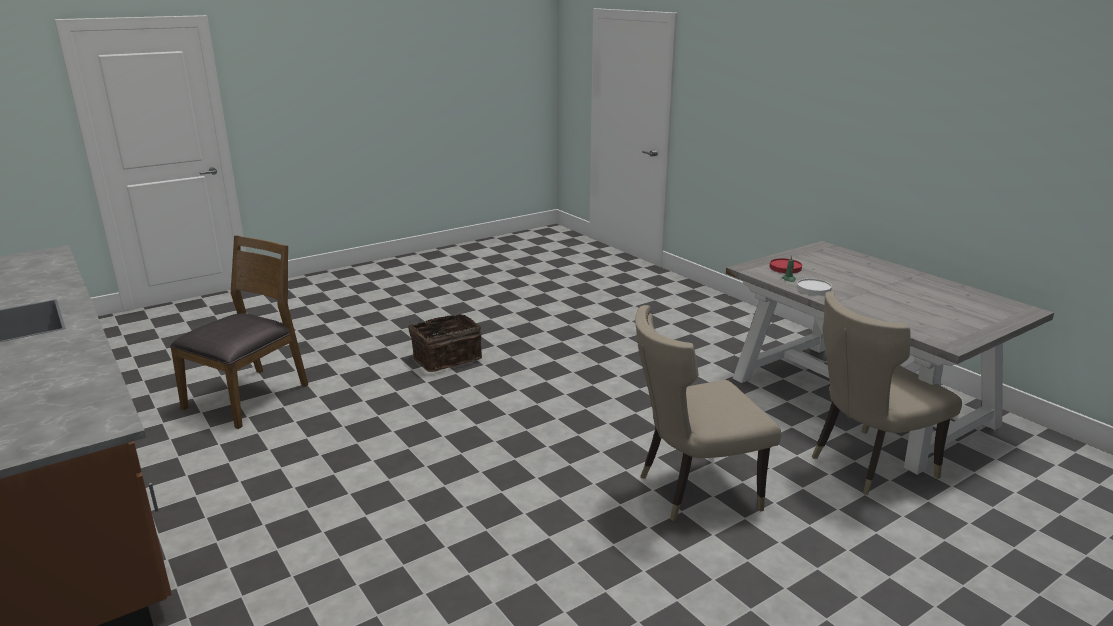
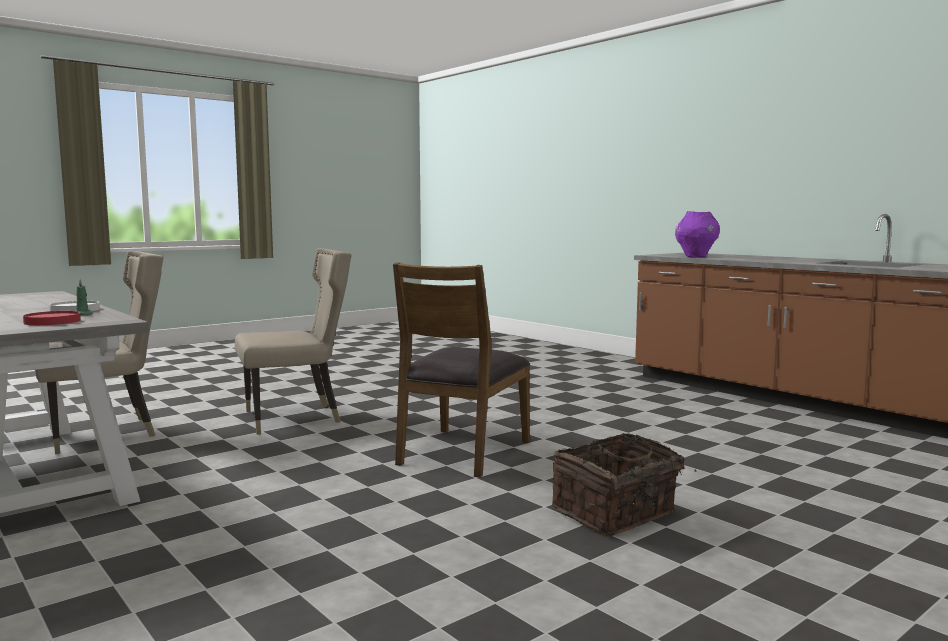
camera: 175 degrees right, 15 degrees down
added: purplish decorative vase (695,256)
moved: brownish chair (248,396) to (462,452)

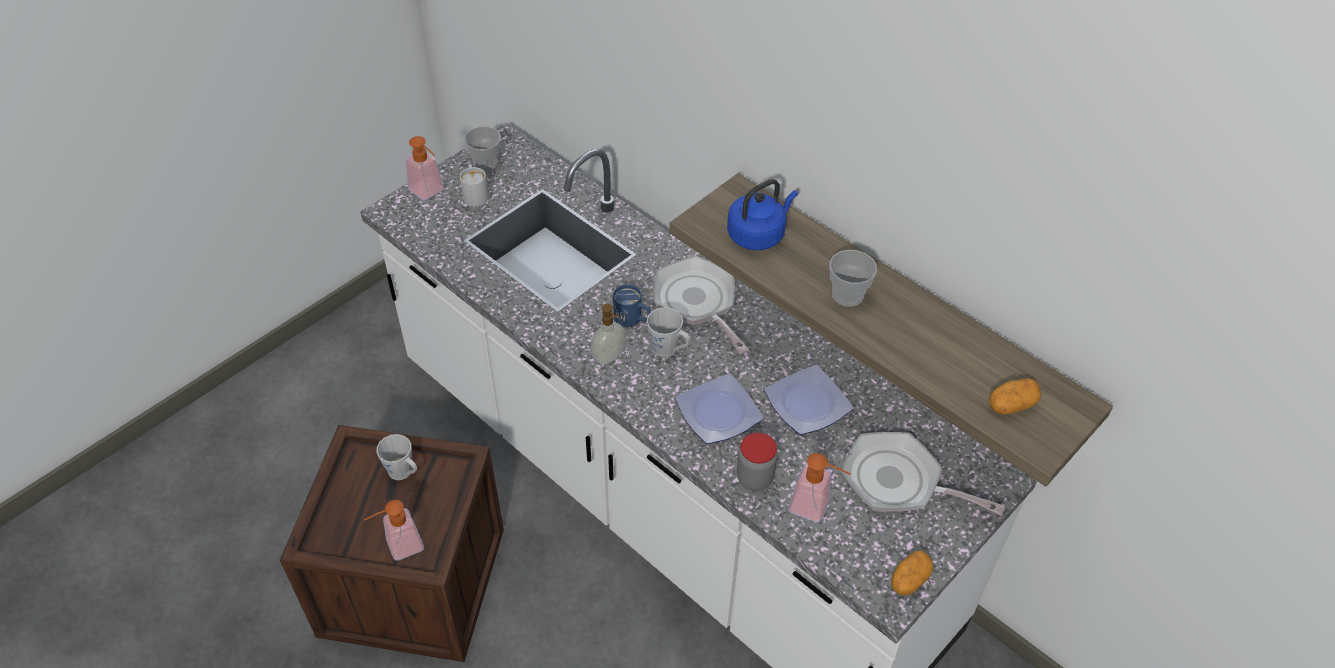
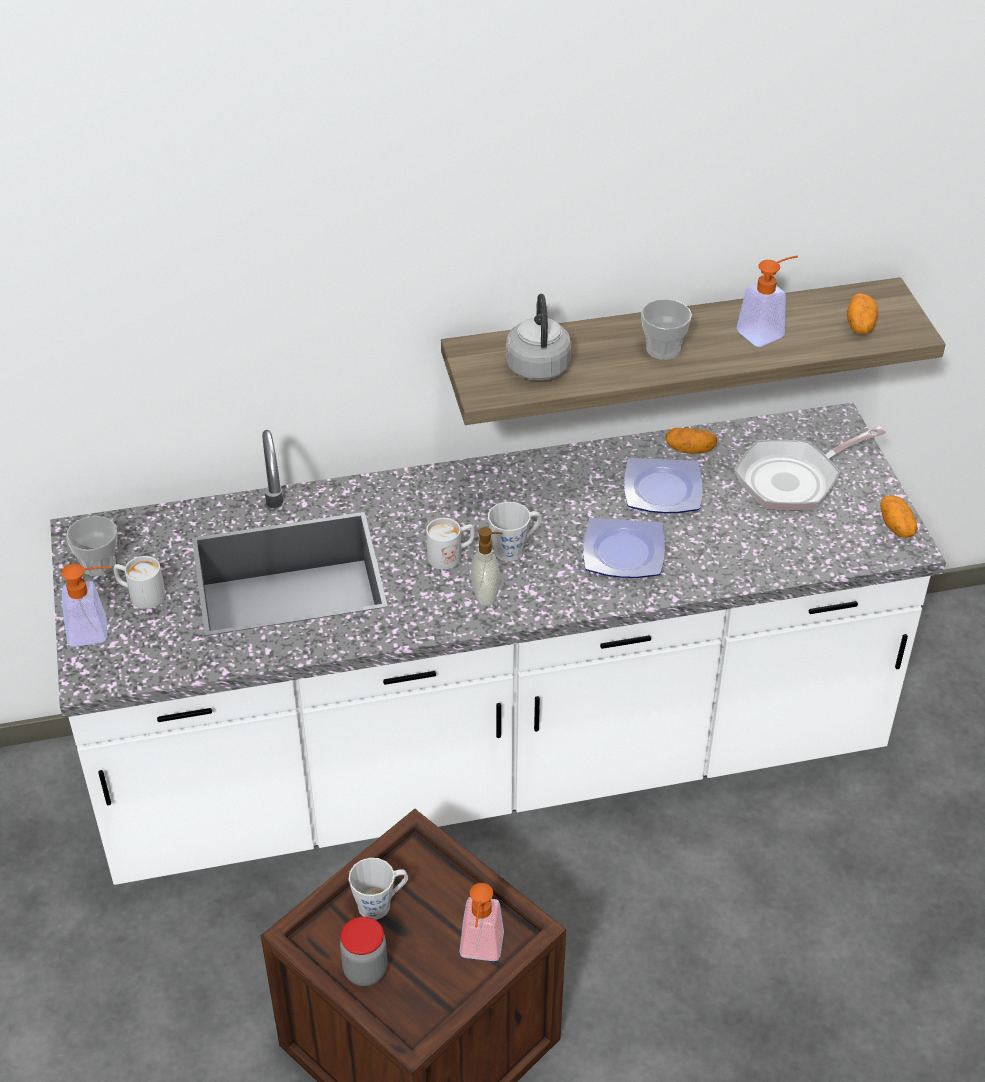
camera: 55 degrees left, 5 degrees down
removed: skillet (698,303)
added: spud (690,449)
moved: storage jar (754,478) to (365,970); soap dispenser (816,508) to (766,331)
recoloured: blue coffee mug (633,319) to whitish coffee mug (451,555); blue tea kettle (758,234) to greyish tea kettle (537,364)

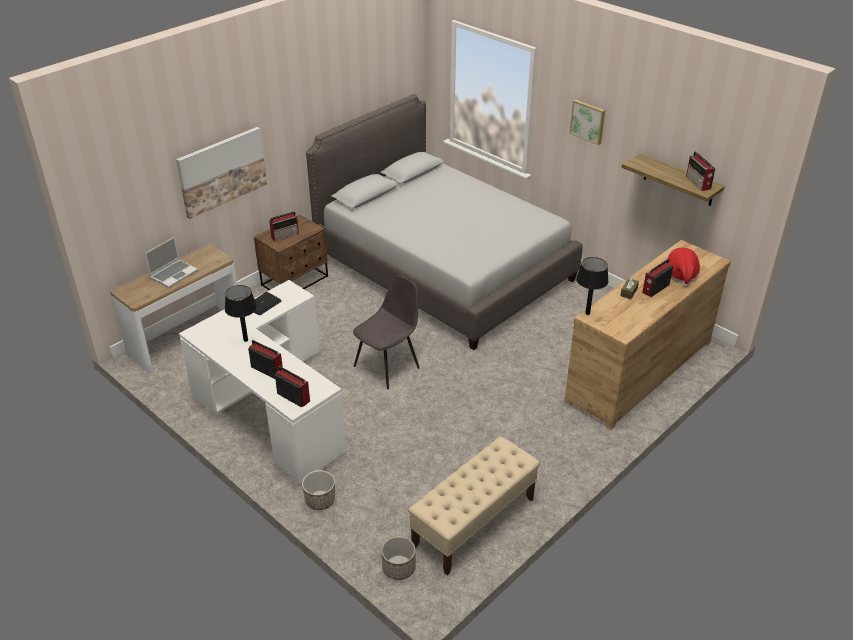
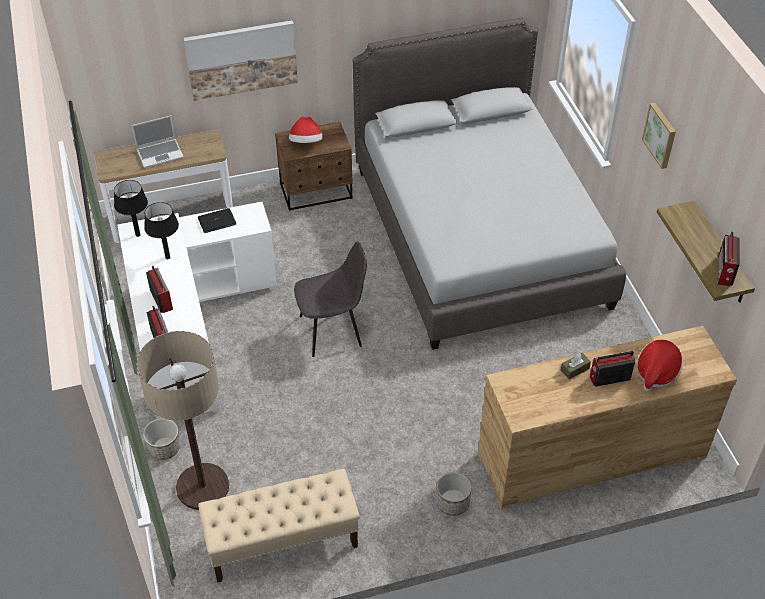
camera: 30 degrees right, 10 degrees up
added: standing lamp (202,487)
moved: plant pot (398,567) to (452,502); blackish tabletop lamp (587,313) to (138,234)
replaced: radio receiver (285,235) to clothing hat (306,143)

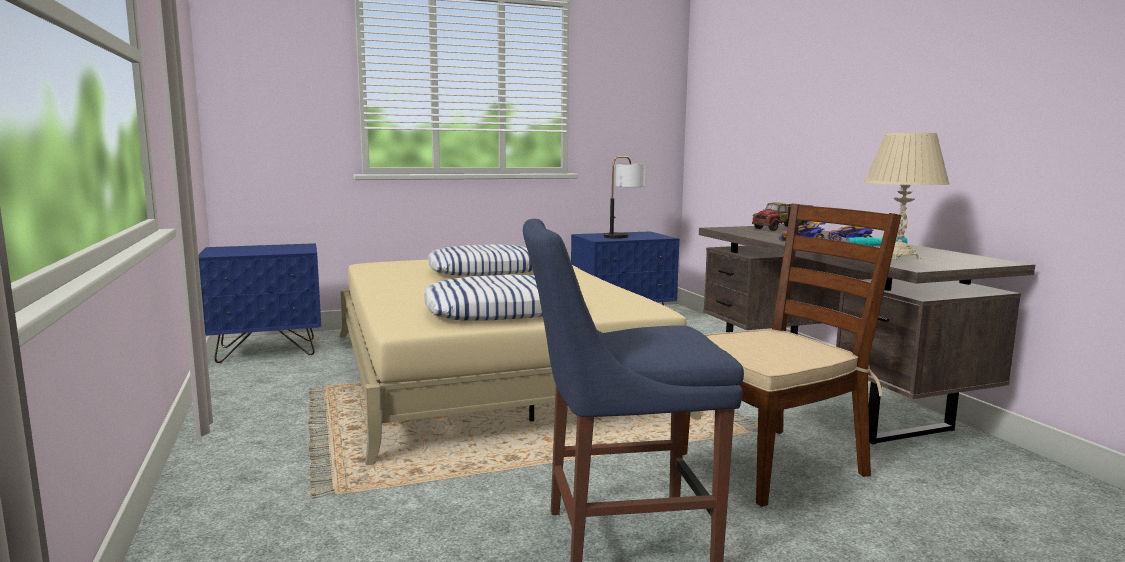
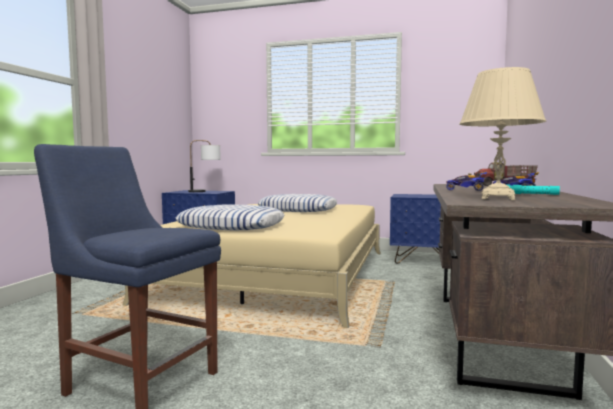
camera: 35 degrees right, 5 degrees down
removed: brownish chair (772,463)
moved: tabletop lamp (623,235) to (205,191)

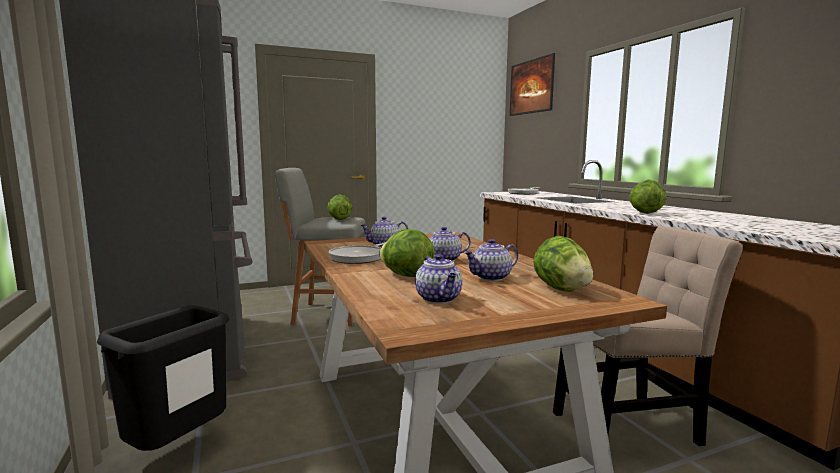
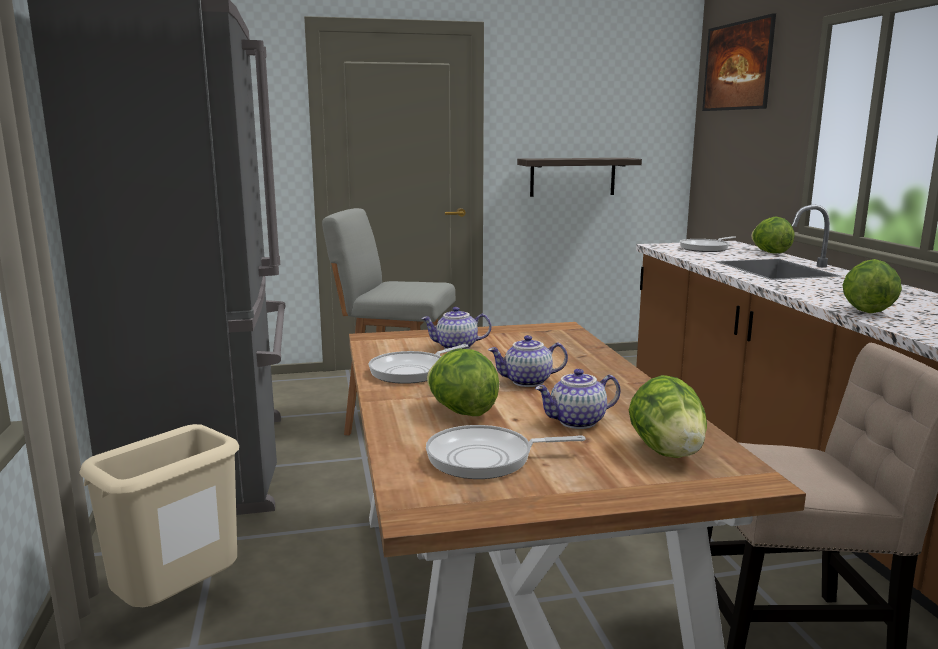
camera: 10 degrees right, 5 degrees up
added: bracket shelf (572,177)
moved: lettuce head (339,219) to (770,252)
replaced: tea pot (439,299) to skillet (486,458)
recoloured: blackish trash can (178,449) to beige trash can (179,605)

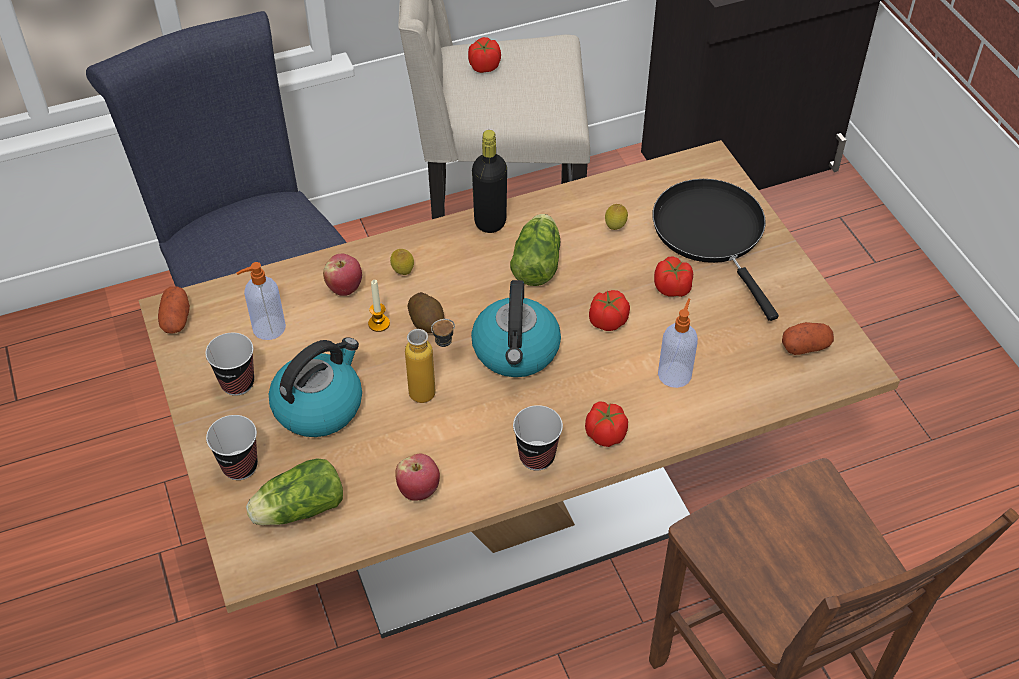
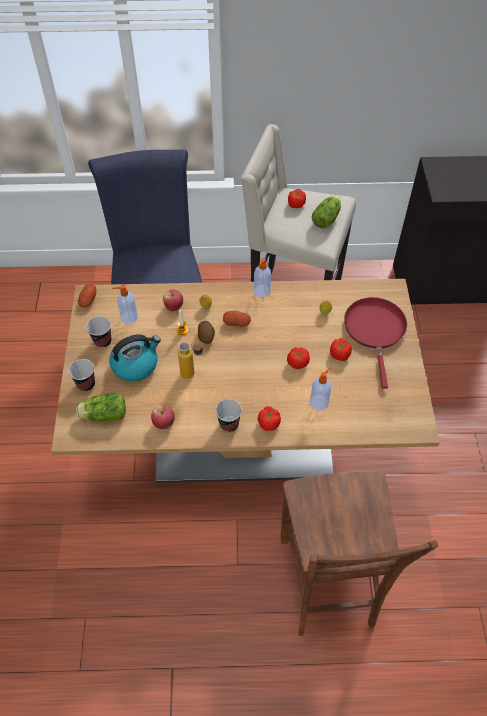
camera: 20 degrees right, 5 degrees up
removed: tea kettle (516,351)
moved: lettuce head (537,261) to (327,218); spud (805,346) to (237,323)
replaced: blackish beverage bottle (490,222) to soap dispenser (261,291)
recoloured: blackish skillet (712,234) to reddish skillet (375,330)

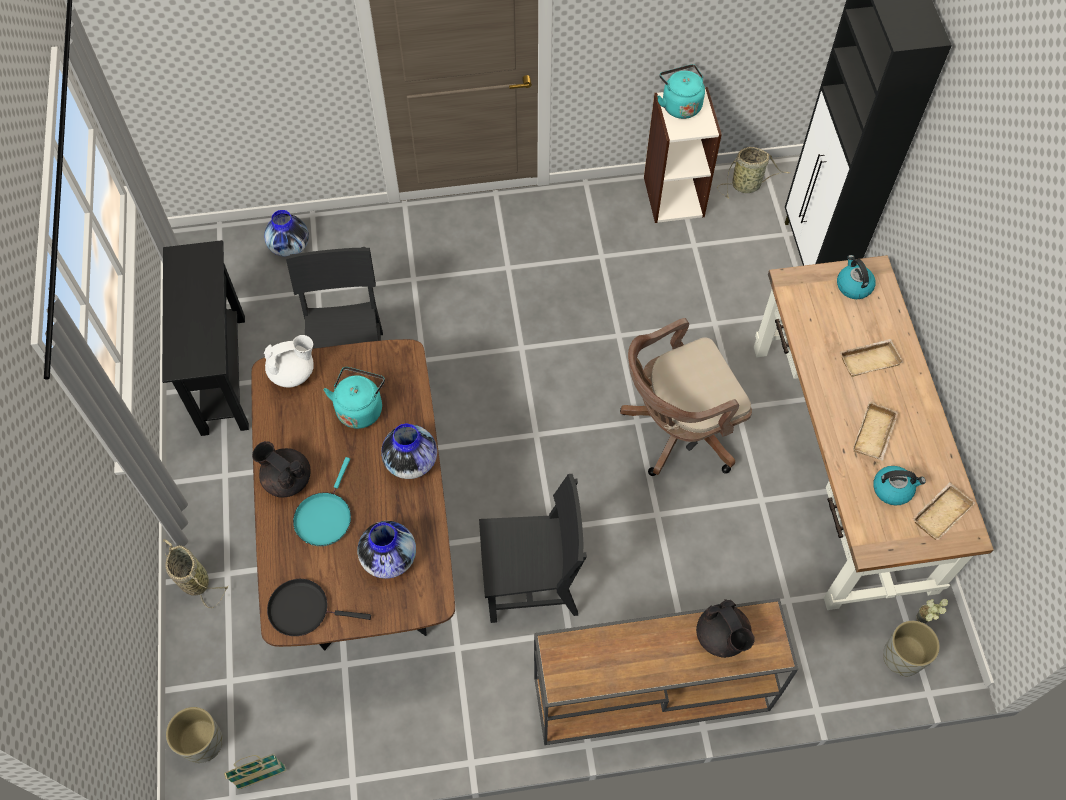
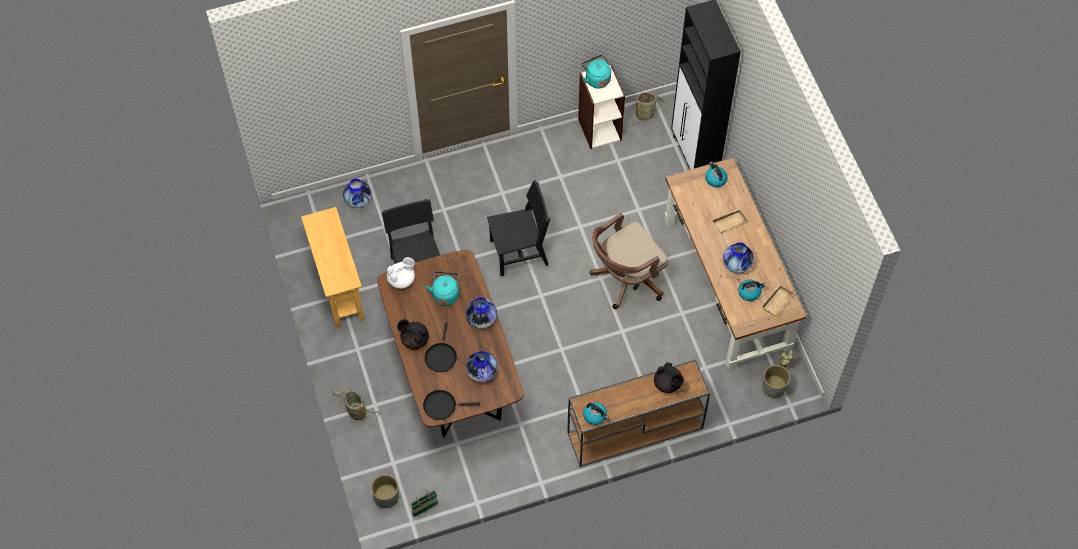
camera: 10 degrees left, 0 degrees up
added: tea kettle (595,416)
moved: blackish chair (531,583) to (519,253)
replaced: beige serving tray (875,435) to decorative vase (737,264)
recoloured: blackish console table (223,374) to beige console table (339,288); turquoise-coloured skillet (324,517) to blackish skillet (441,356)

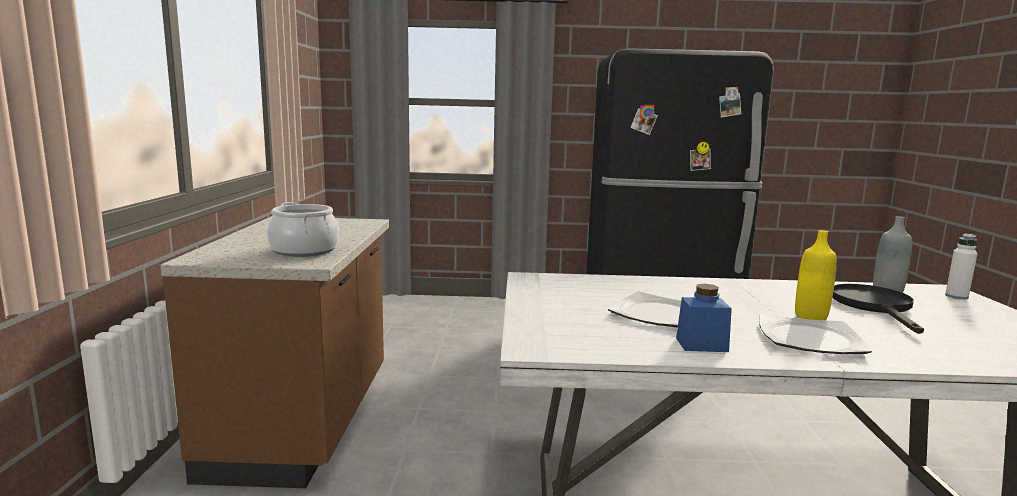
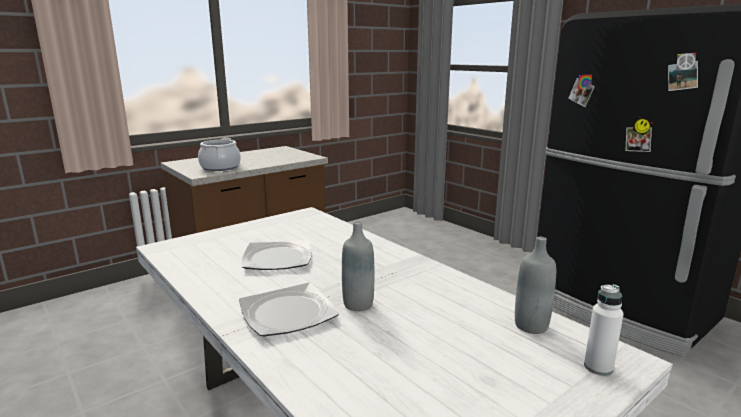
camera: 50 degrees right, 5 degrees up
removed: blue storage jar (701,345); blackish skillet (875,307)
recoloured: yellow beverage bottle (811,316) to greyish beverage bottle (358,304)

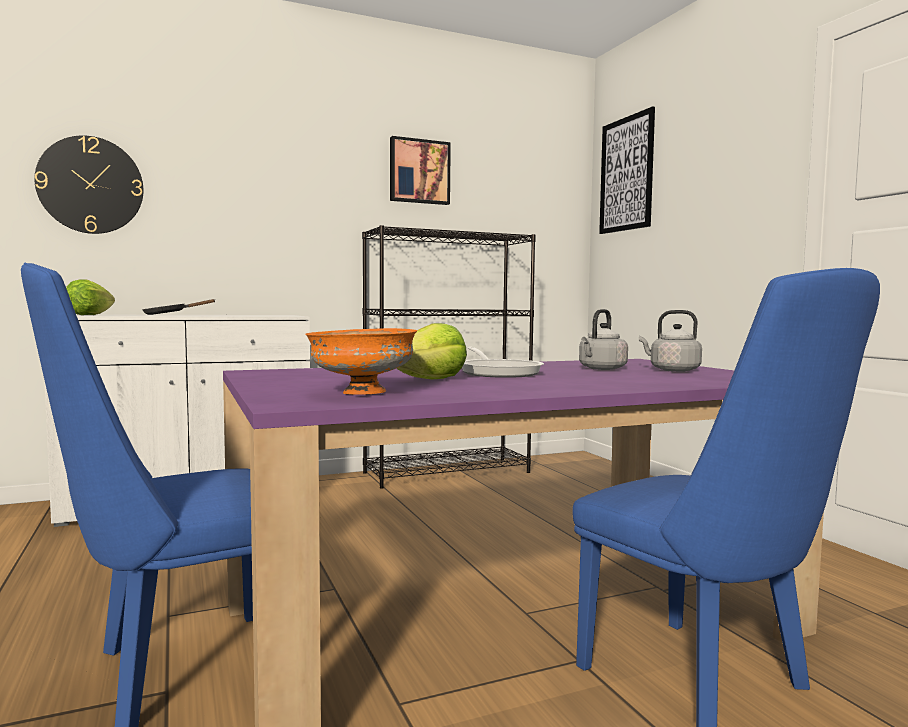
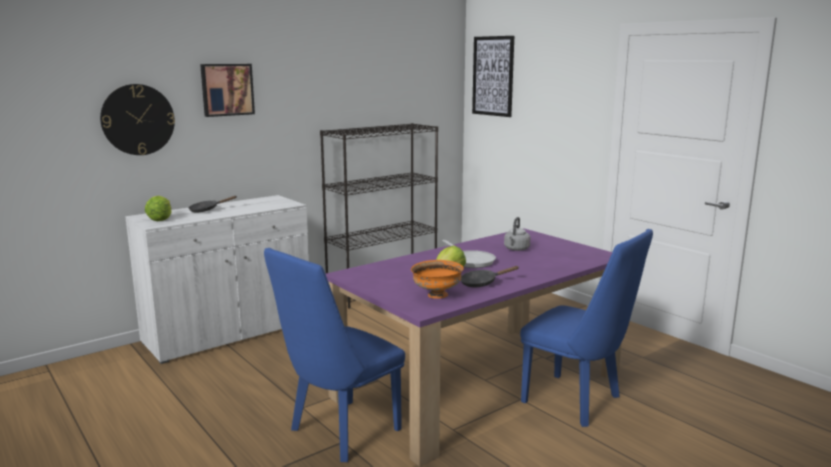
camera: 15 degrees left, 10 degrees up
removed: greyish tea kettle (672,370)
added: blackish skillet (482,283)
moved: picture (419,172) to (227,89)

